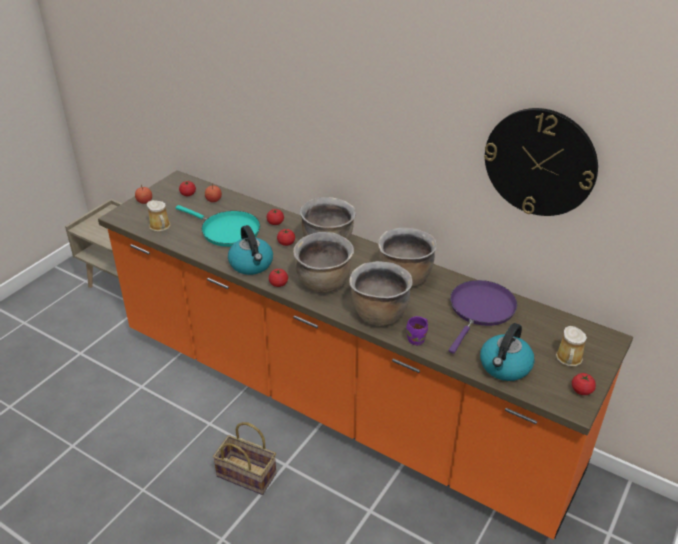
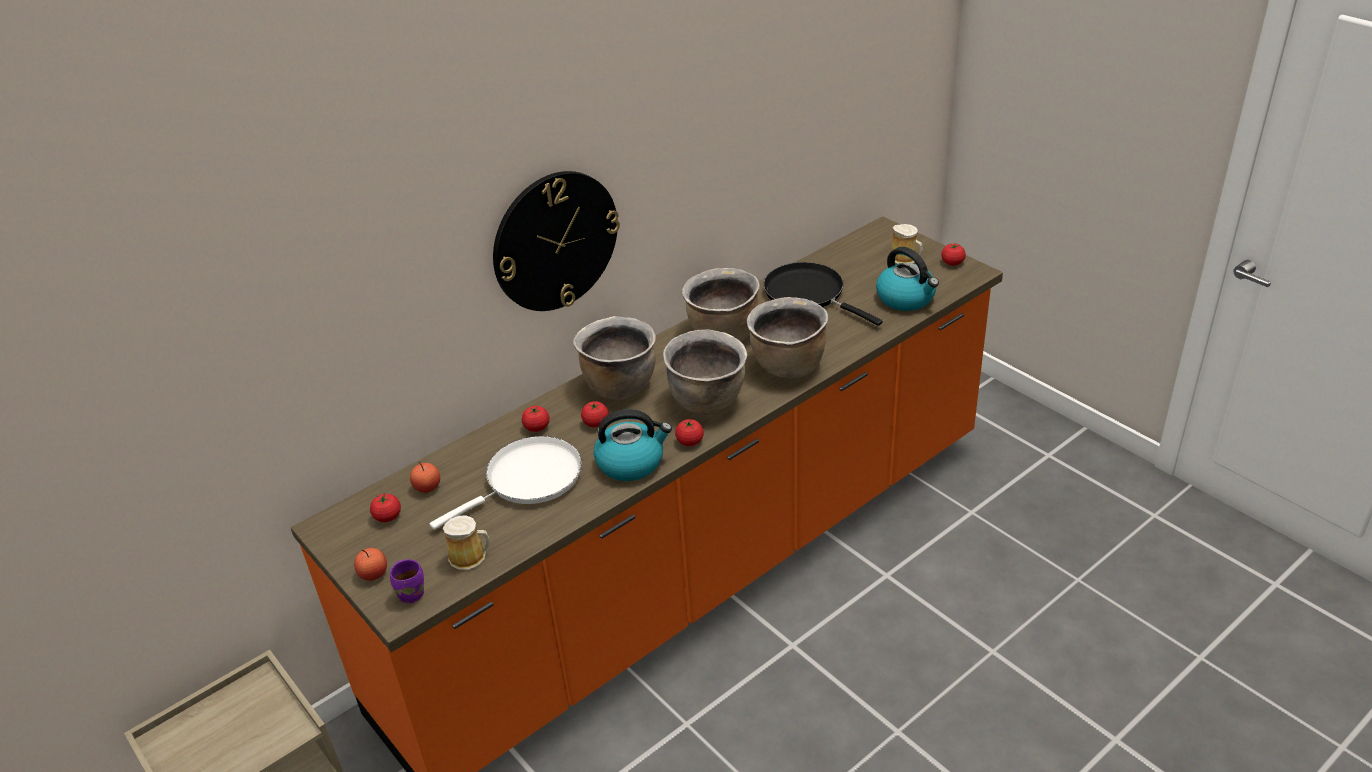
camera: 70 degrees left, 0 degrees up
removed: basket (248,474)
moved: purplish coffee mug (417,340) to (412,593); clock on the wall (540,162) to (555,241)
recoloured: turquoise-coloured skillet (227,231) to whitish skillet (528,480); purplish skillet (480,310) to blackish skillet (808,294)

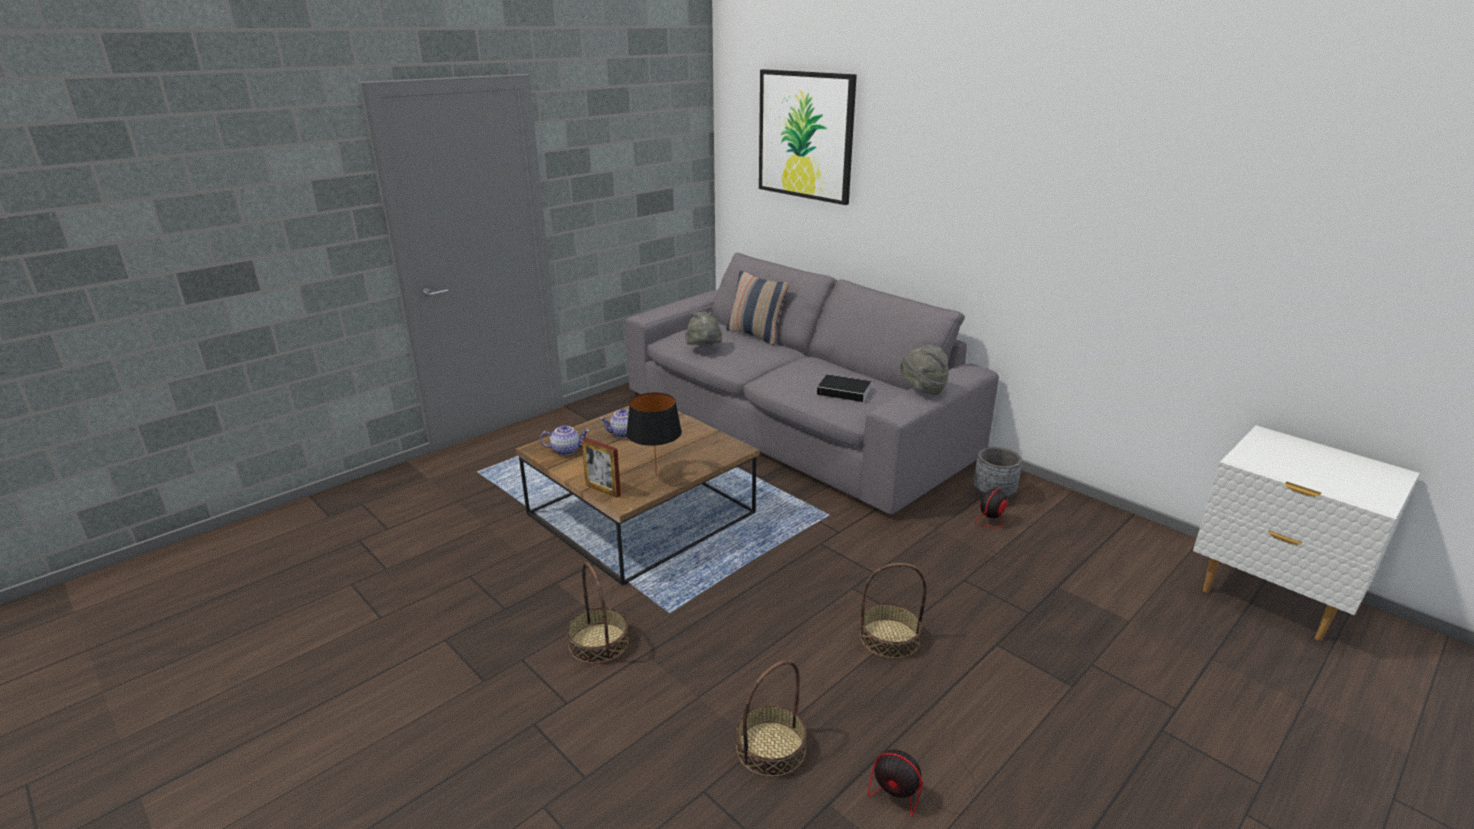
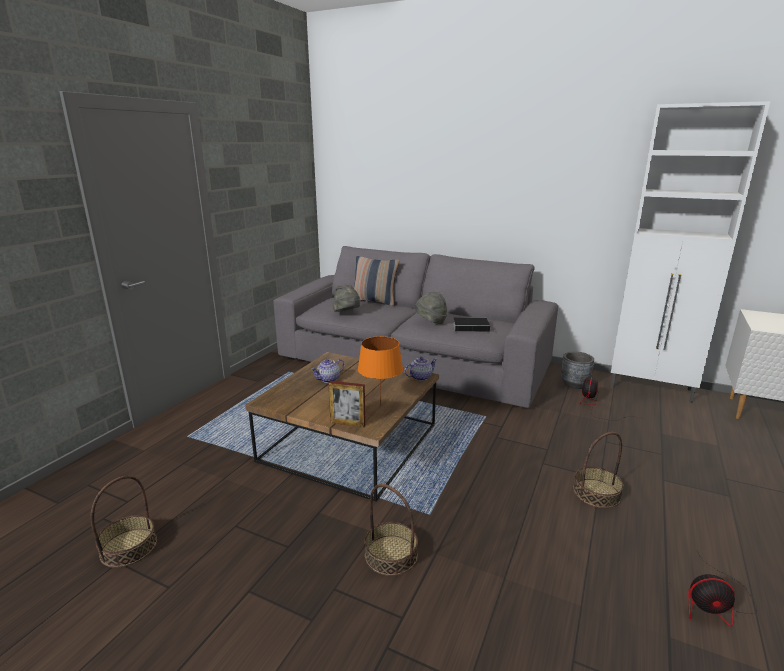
camera: 20 degrees left, 5 degrees down
removed: picture (805,135)
added: whitish storage cabinet (651,389)
moved: tea pot (566,450) to (420,377); basket (771,748) to (129,547); greyish clothing hat (922,389) to (431,322)
recoloured: blackish tabletop lamp (656,475) to orange tabletop lamp (381,405)

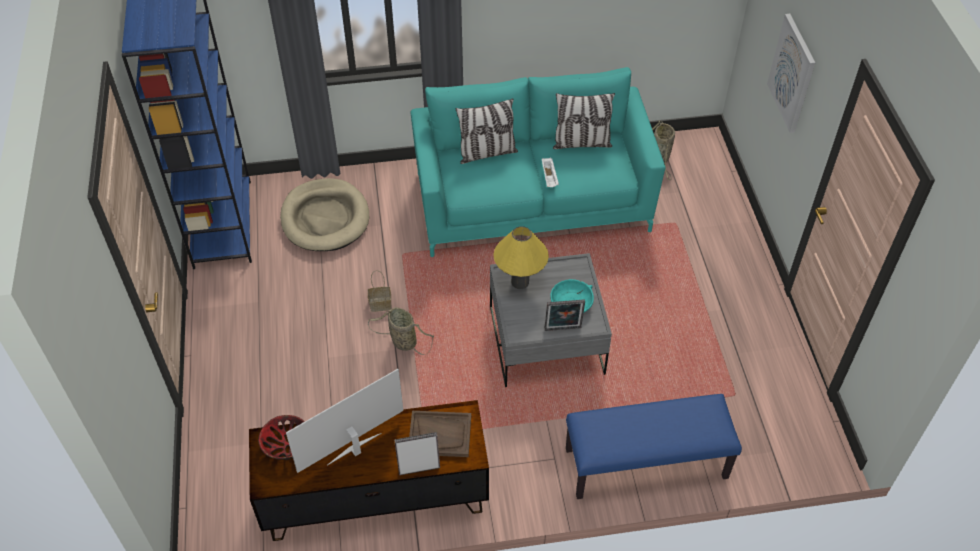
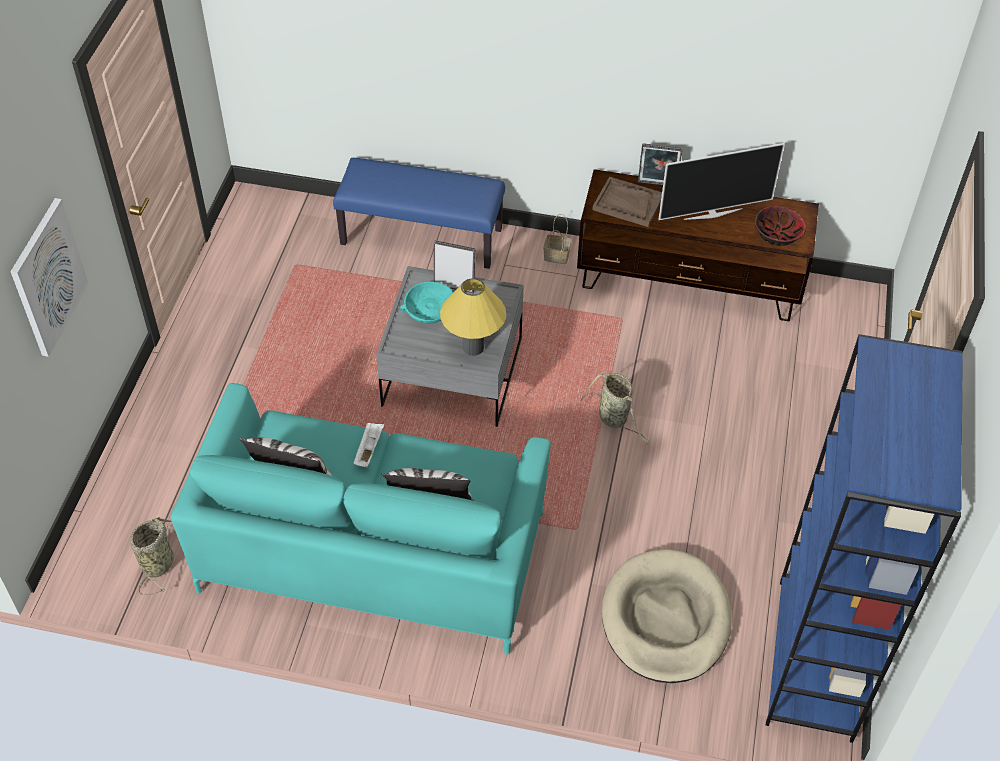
camera: 160 degrees left, 0 degrees up
moved: basket (379,304) to (557,255)

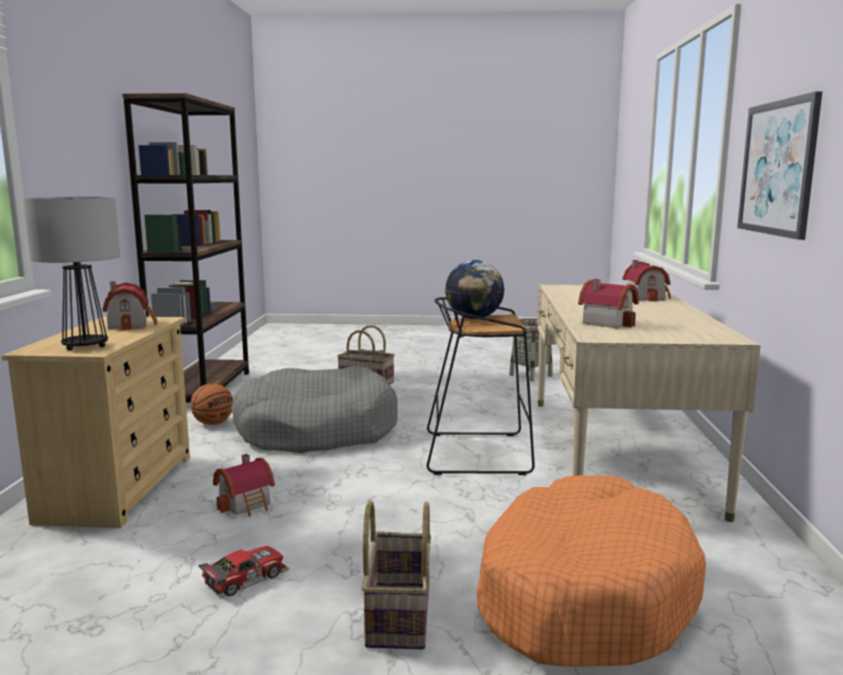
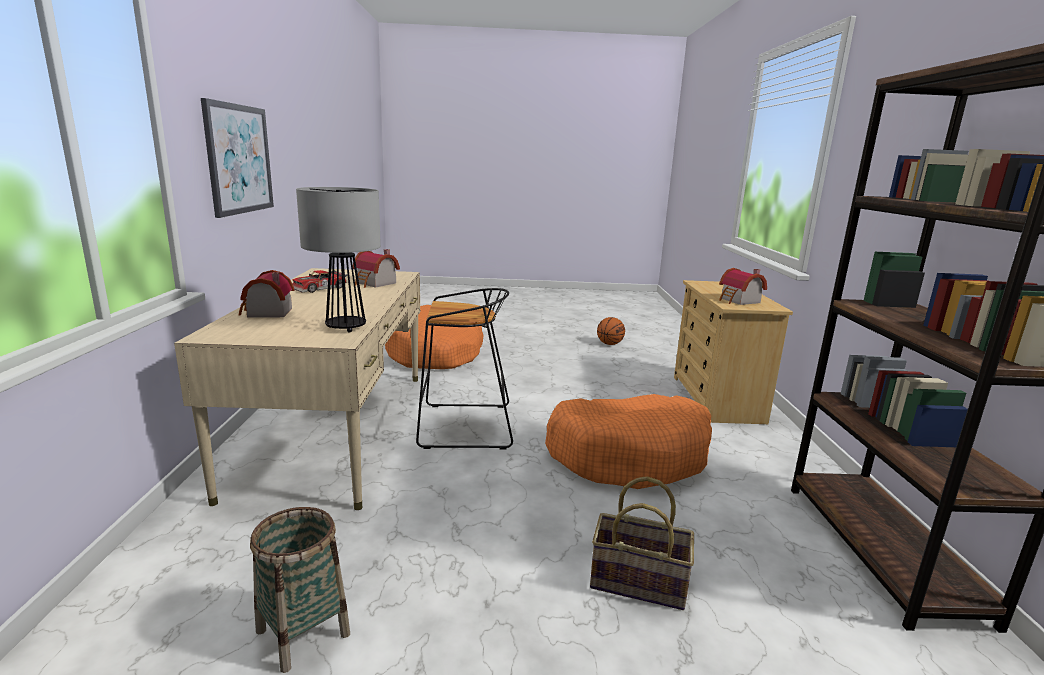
camera: 175 degrees right, 5 degrees up
removed: toy house (247,504); basket (397,615); globe (474,318)
moved: tabletop lamp (86,346) to (345,328); ball for basketball (213,423) to (609,344); toy car (244,577) to (320,288)
recoloured: greyish dog cushion (316,430) to orange dog cushion (629,455)

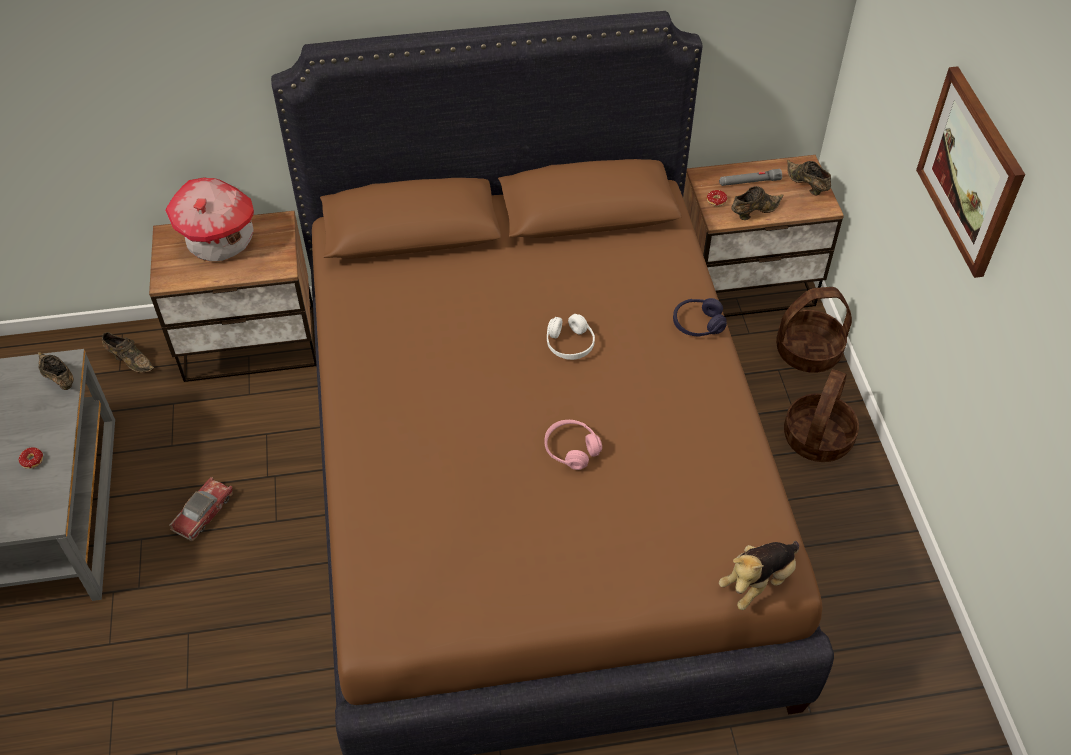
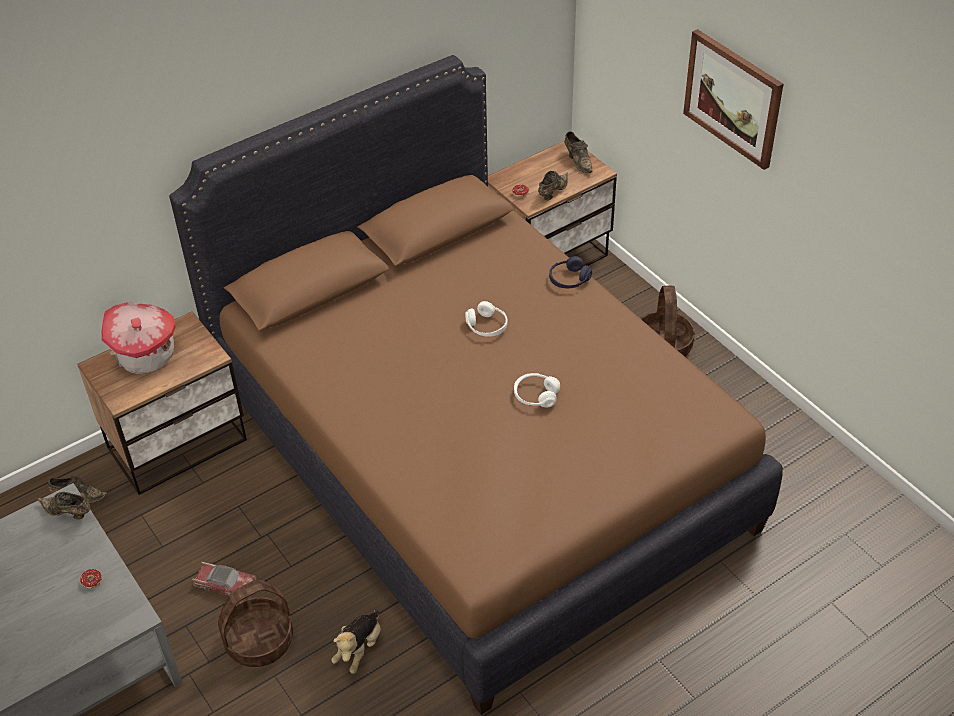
camera: 25 degrees left, 5 degrees down
removed: greyish torch (749,182)
moved: cuddly toy (758,581) to (359,649); basket (808,351) to (259,640)
recoloured: pink-coloured headphones (571,449) to whitish headphones (536,396)
turned: toy car (203,513) = (225,585) 105 degrees clockwise; brownish low shoe (806,185) = (578,161) 150 degrees counterclockwise

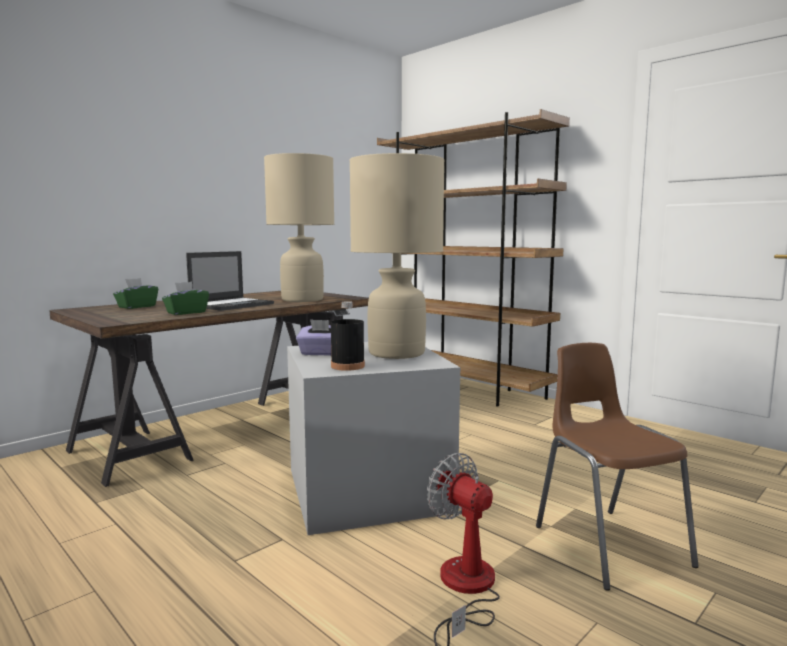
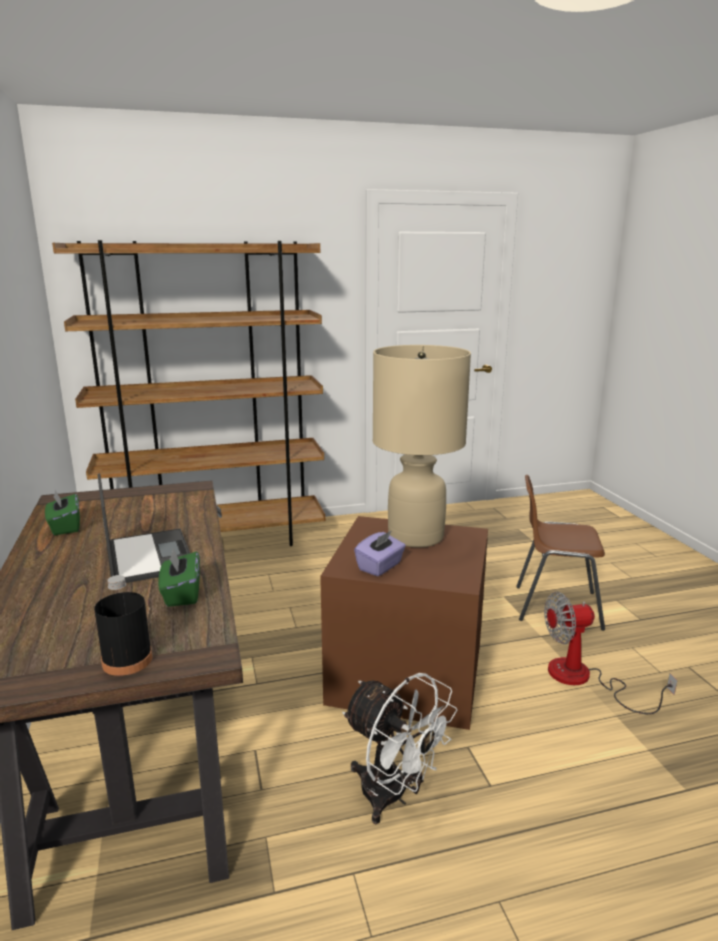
camera: 60 degrees left, 10 degrees up
removed: beige tabletop lamp (303,299)
added: whitish fan (393,796)
moved: green box of tissues (136,307) to (65,527); blackish beverage bottle (347,366) to (127,660)
recoloured: greyish storage container (365,491) to brownish storage container (409,673)

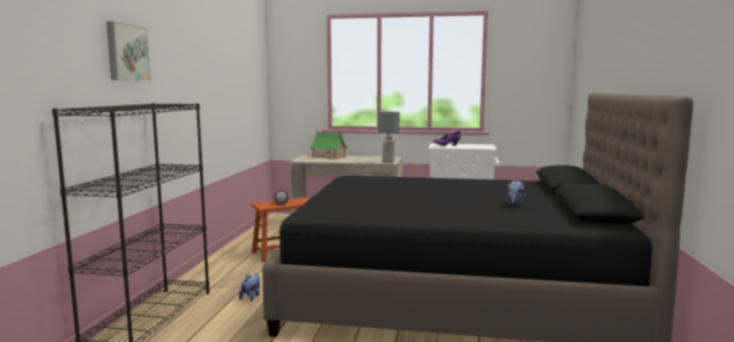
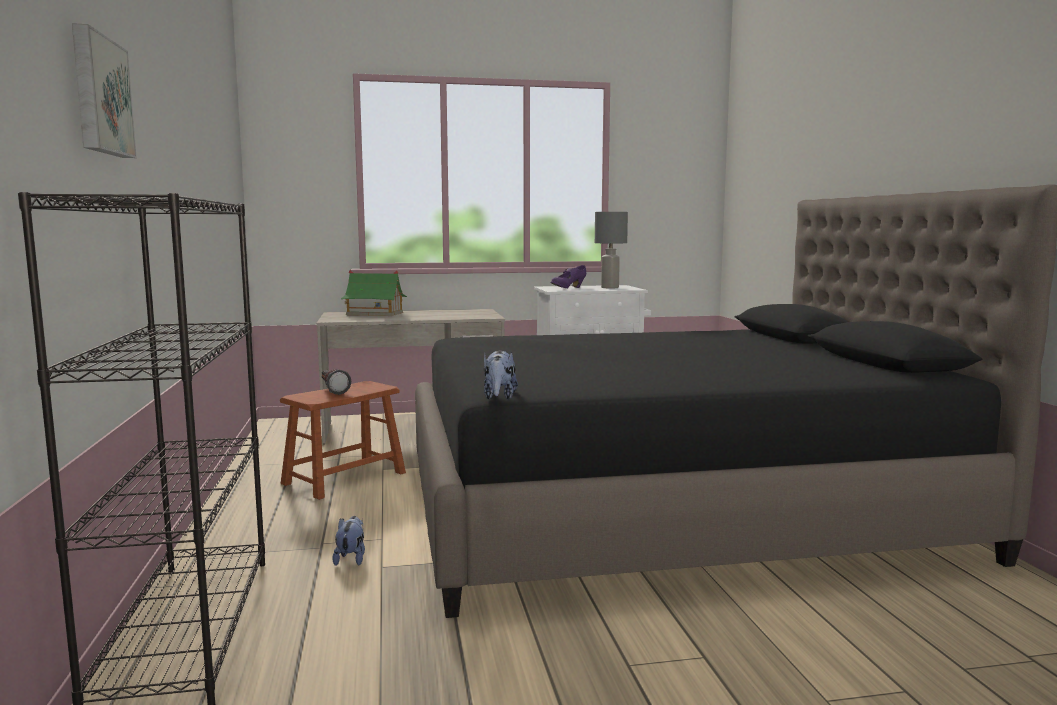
camera: 20 degrees left, 0 degrees up
moved: greyish tabletop lamp (388,162) to (609,287); cuddly toy (514,204) to (499,397)

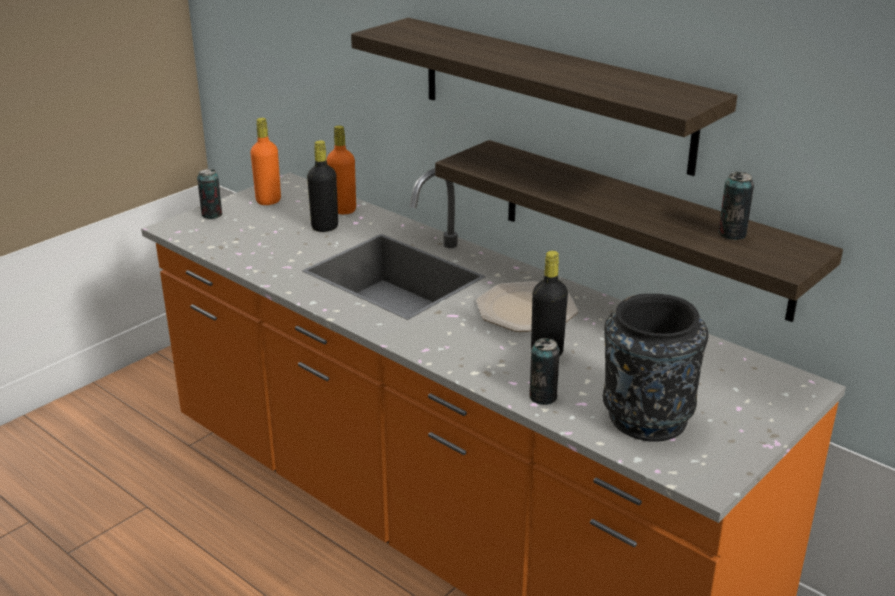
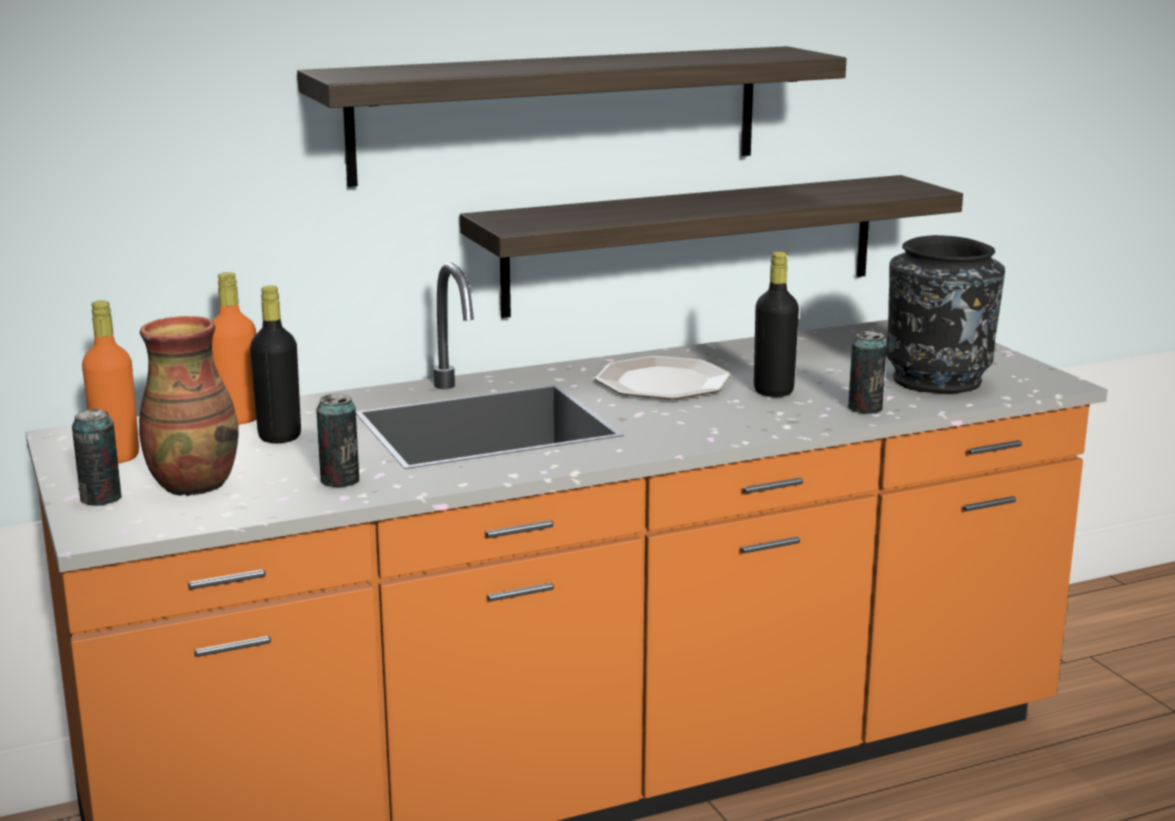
camera: 65 degrees left, 10 degrees down
added: decorative vase (194,485)
moved: sealed can (732,234) to (340,481)

